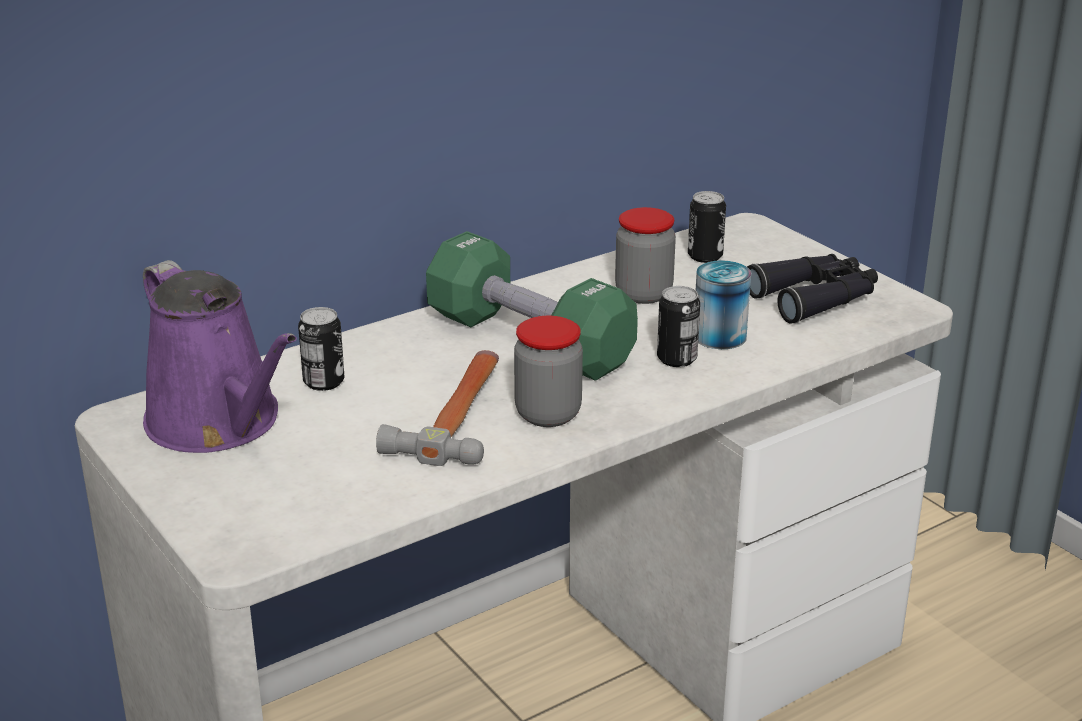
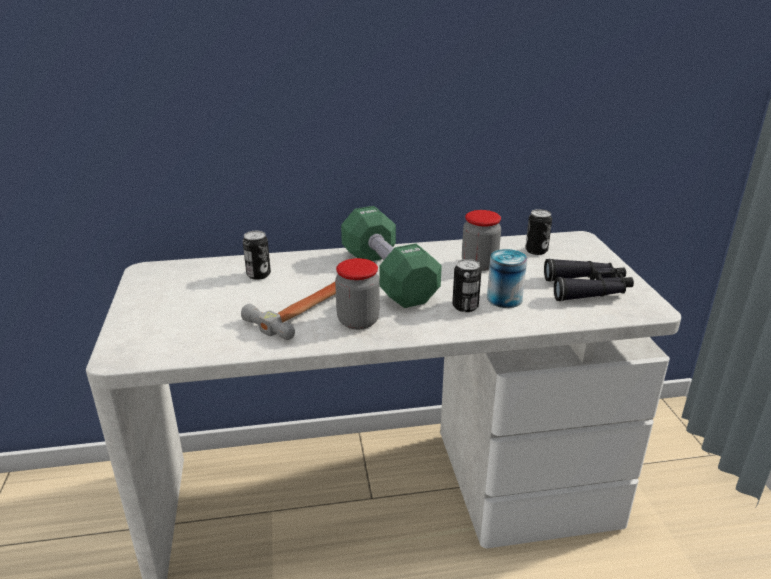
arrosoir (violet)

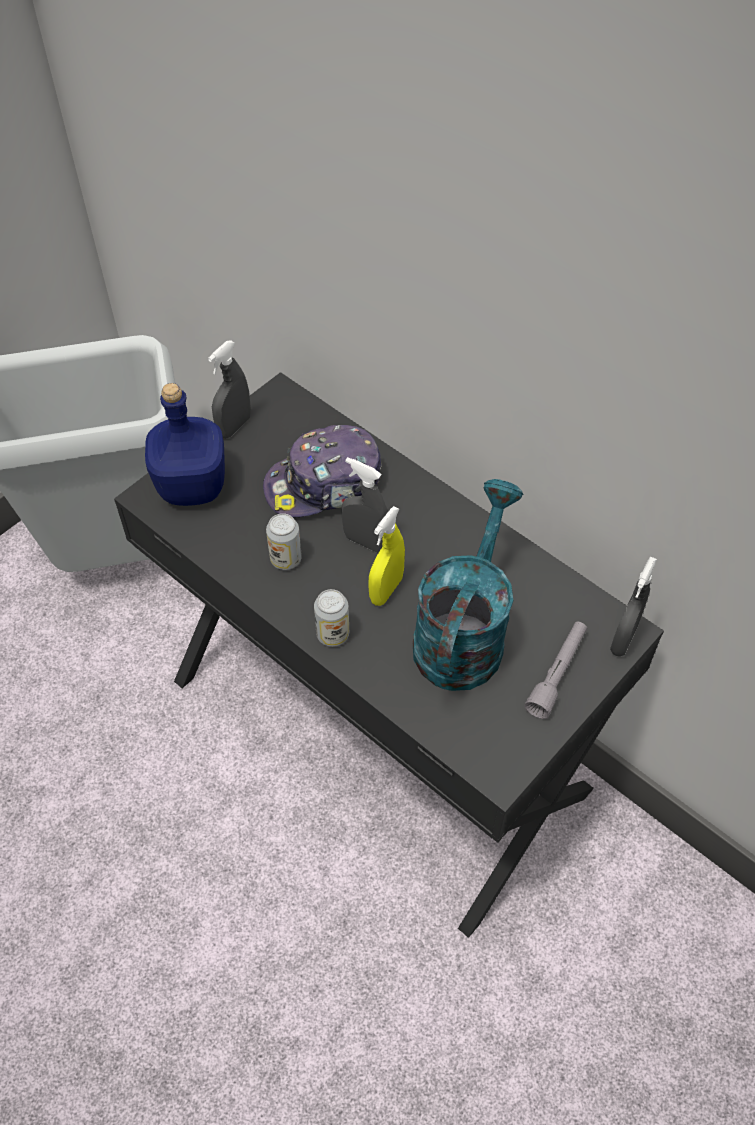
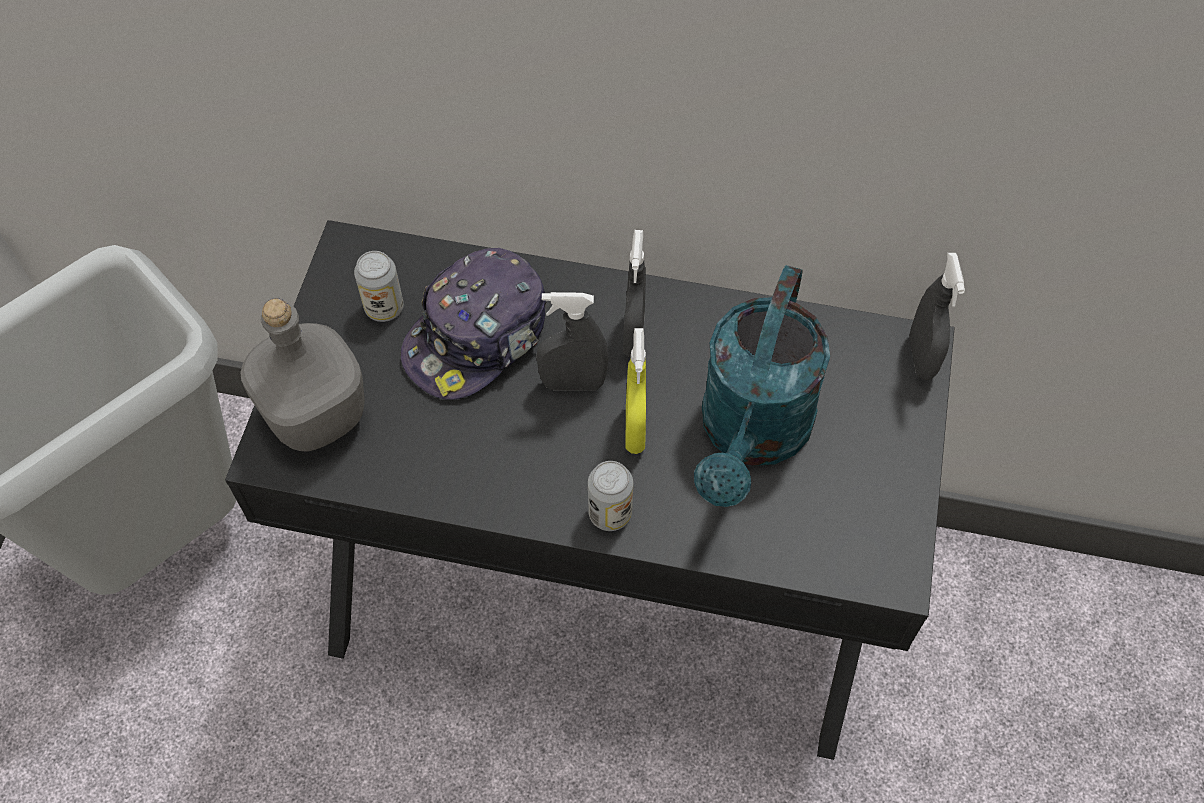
bouteille (gris); boîte métallique (1st from left); vaporisateur (gris) (2nd from left); arrosoir (turquoise); lampe de poche (gris)

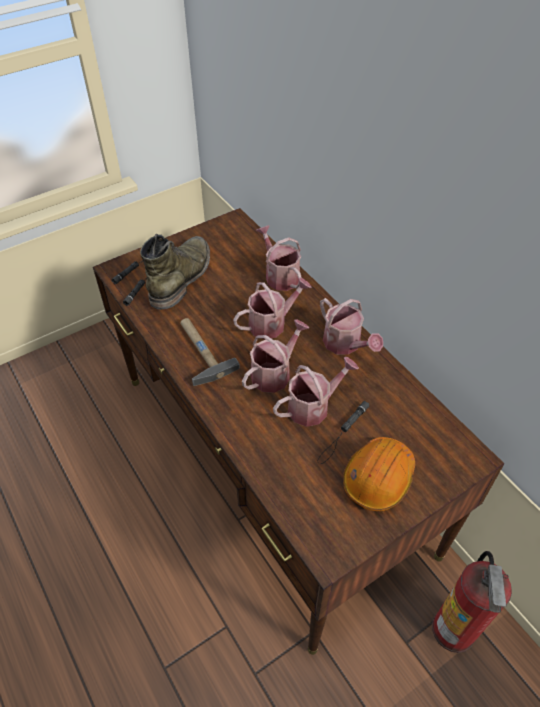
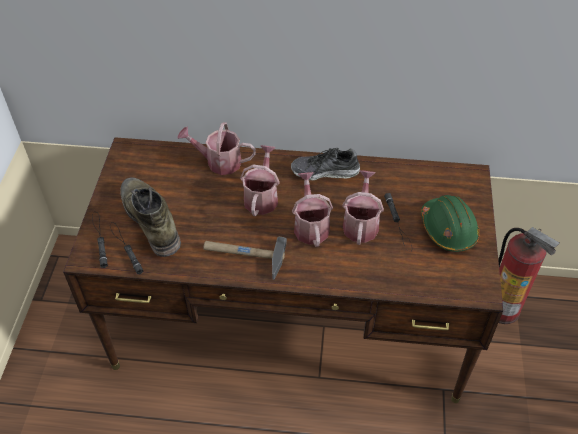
chaussure; casque de chantier (vert)

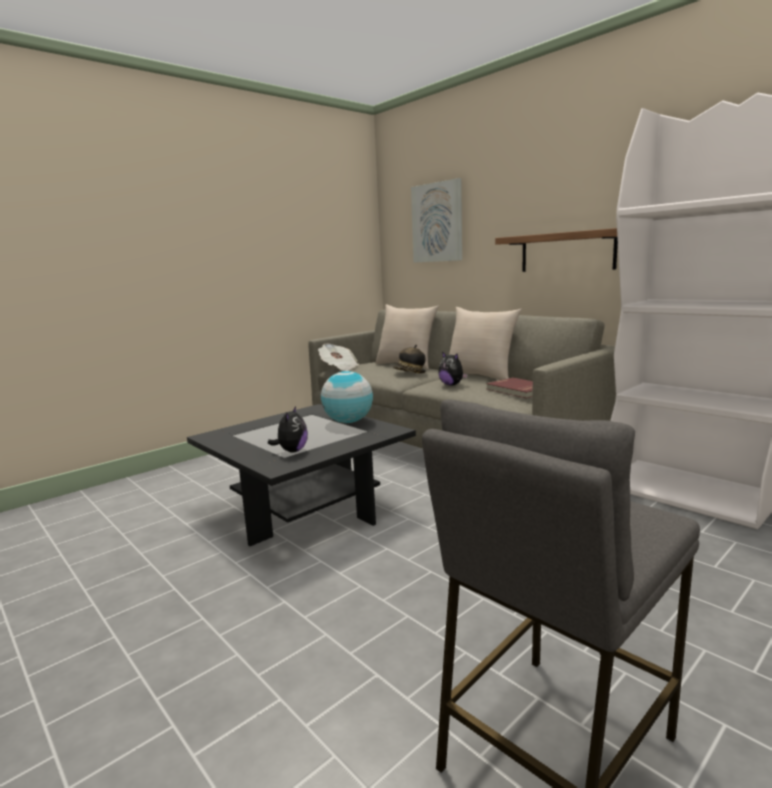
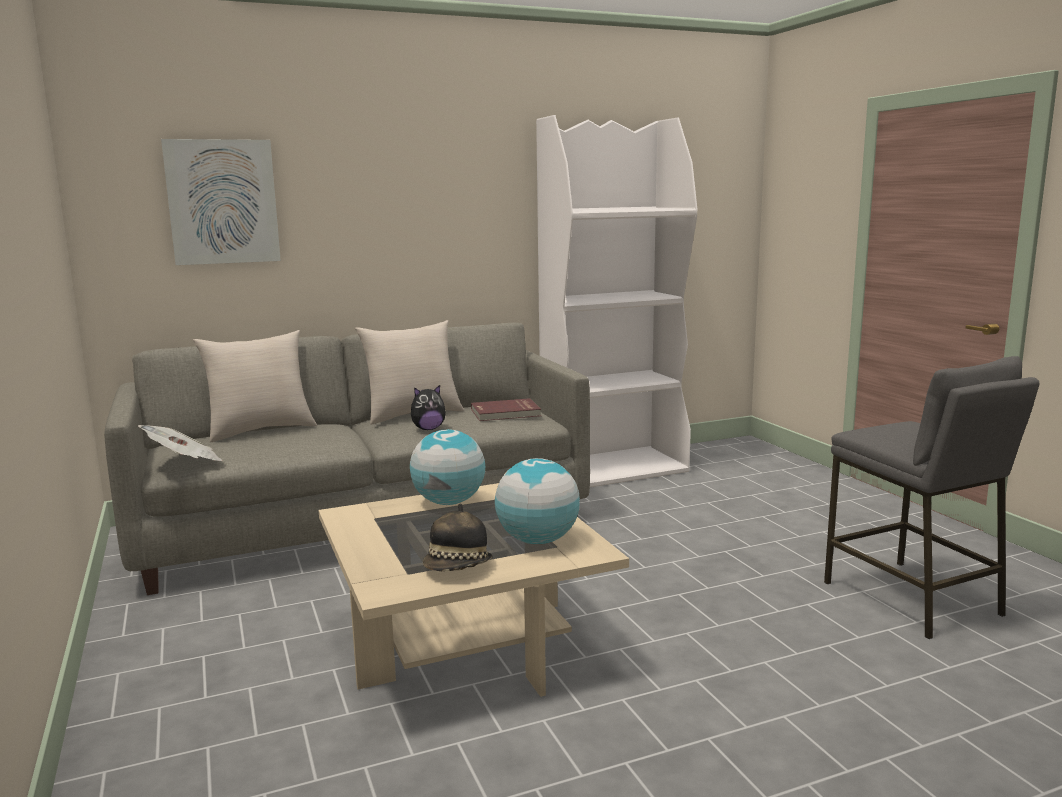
table basse (beige); chapeau; globe (2nd from left); étagère

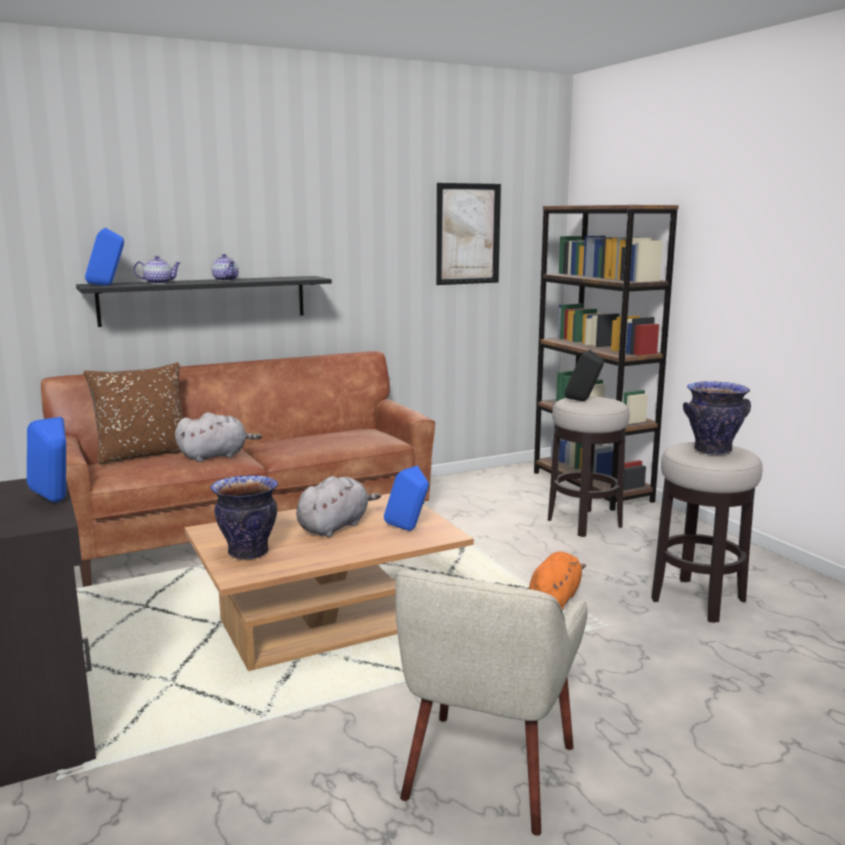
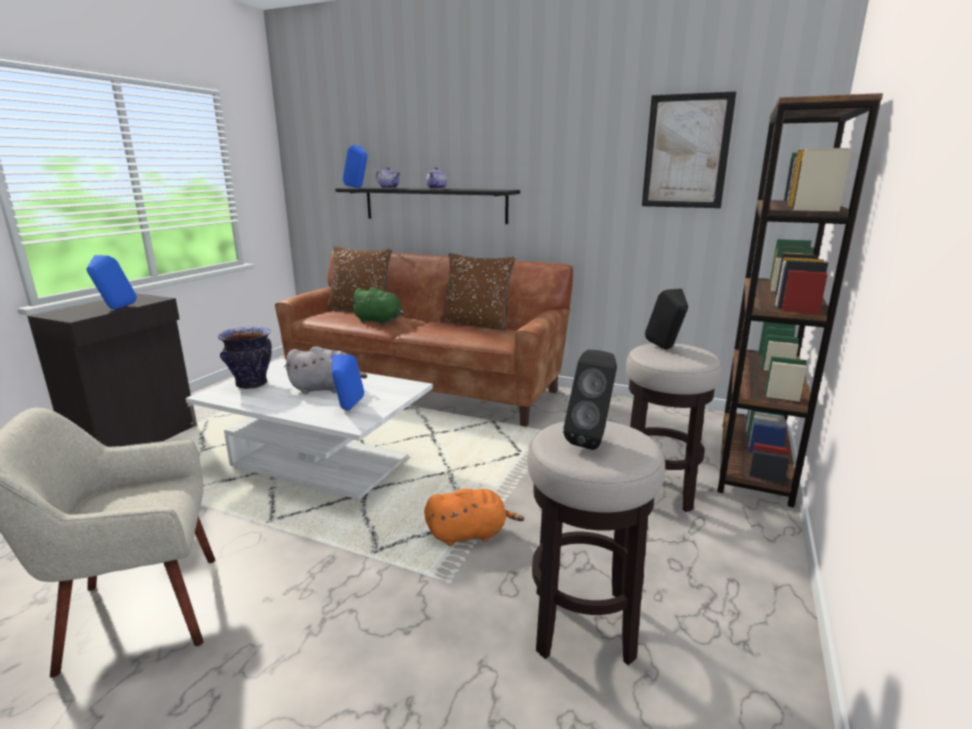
table basse (blanc); peluche (vert); coussin (marron) (2nd from left); enceinte (noir) (1st from left)

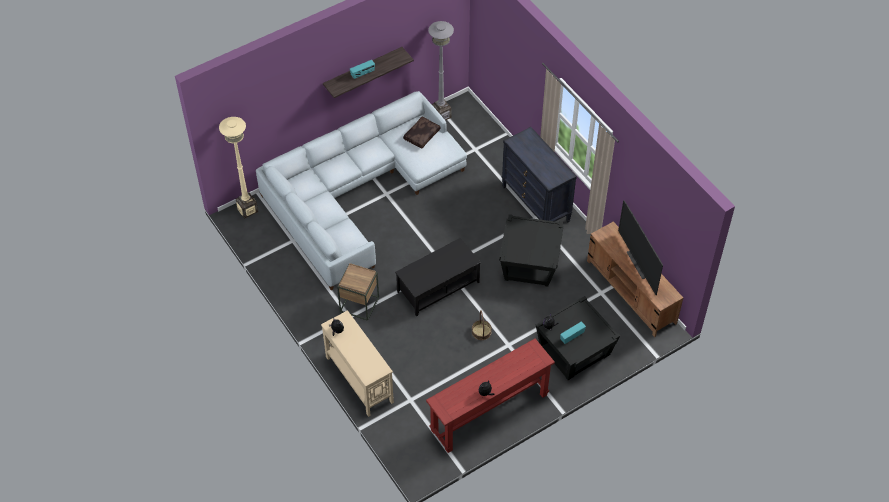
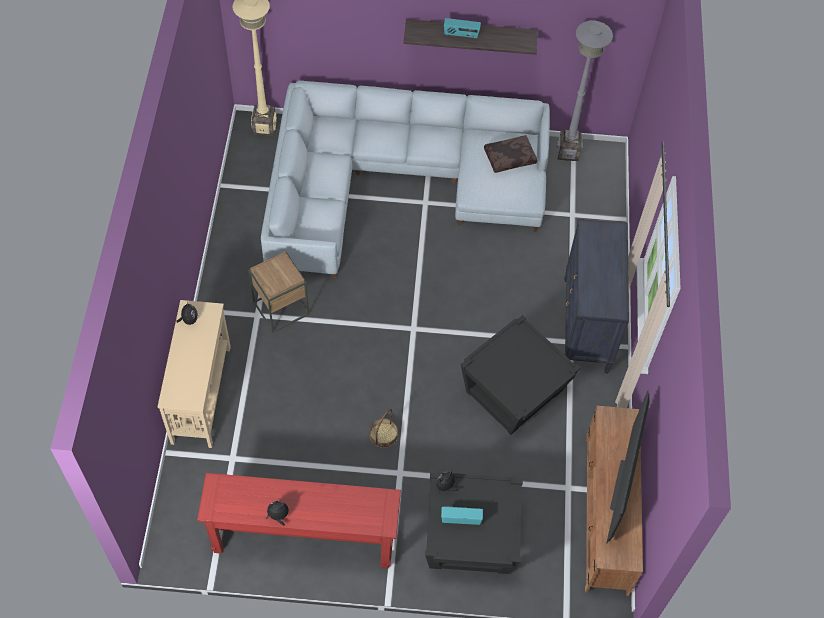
table basse (noir)

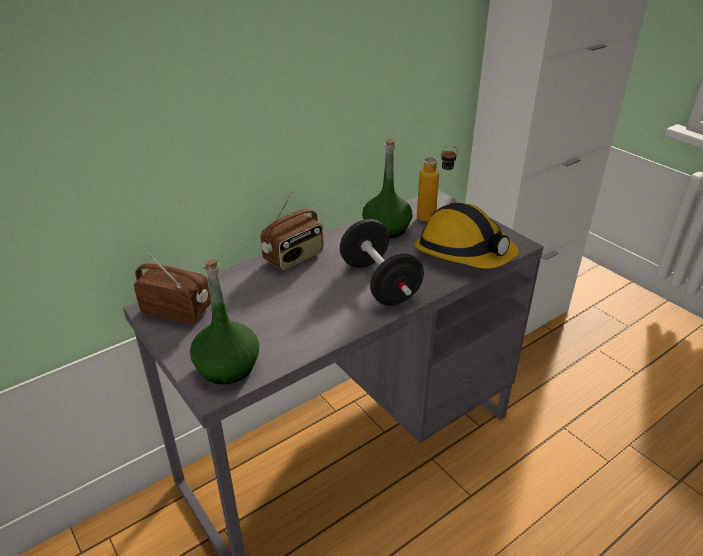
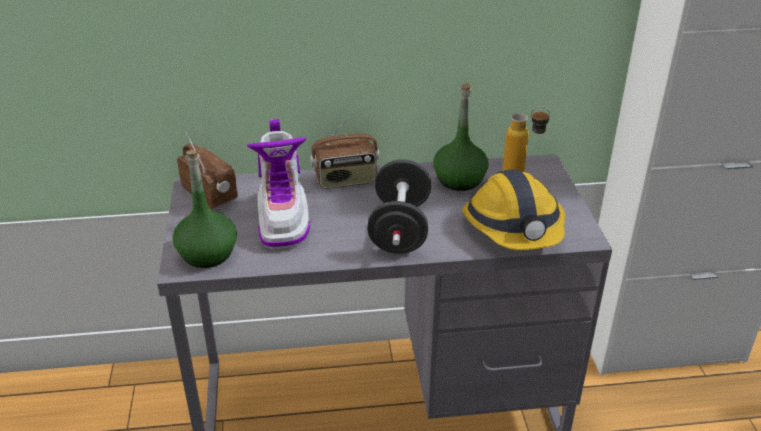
botte

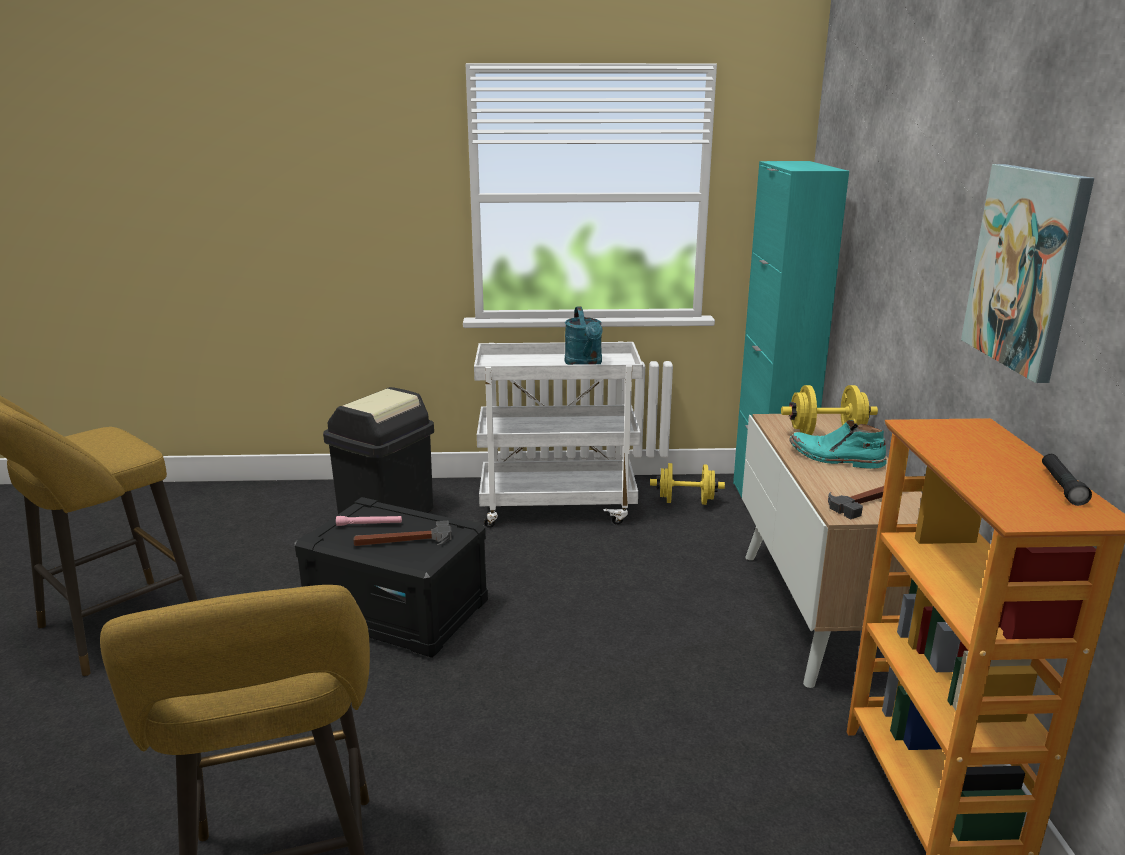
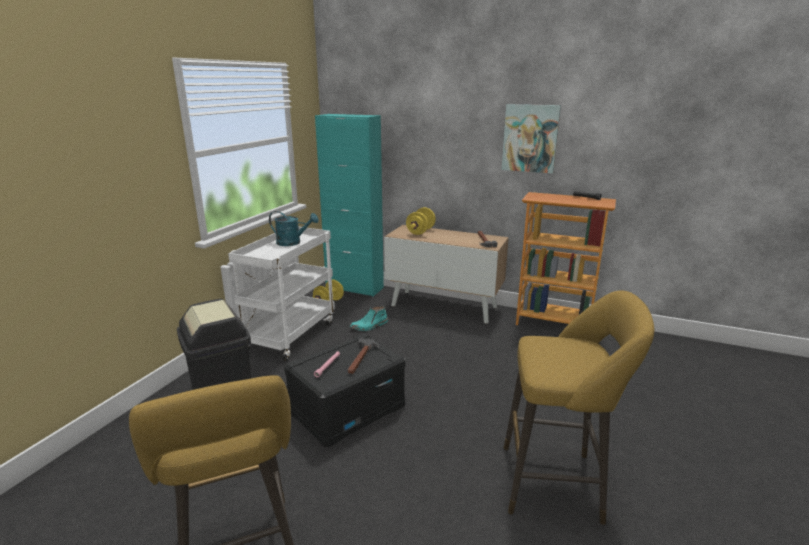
botte (turquoise)

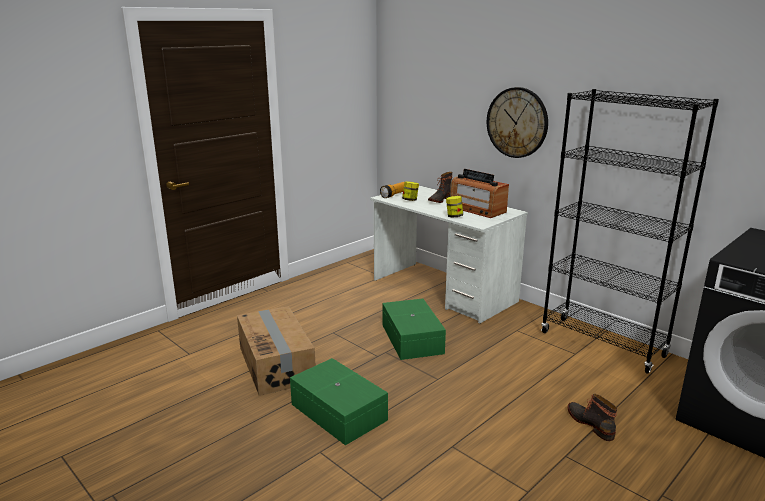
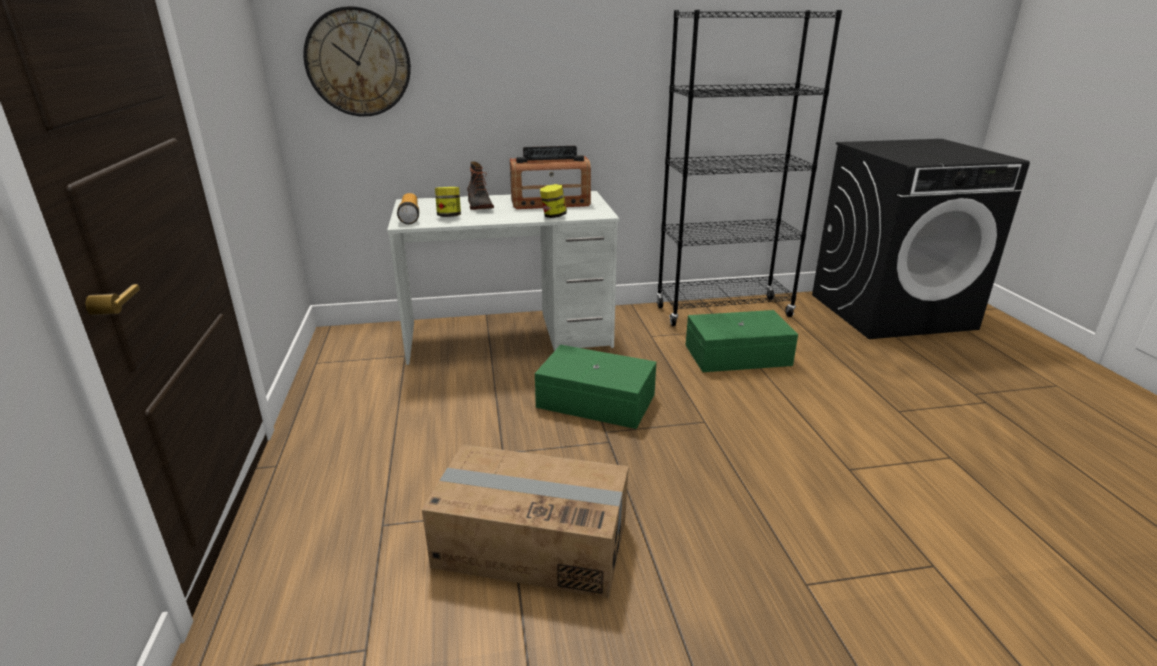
horloge murale; boîte de rangement (vert) (2nd from left); botte (2nd from left in the first image)

